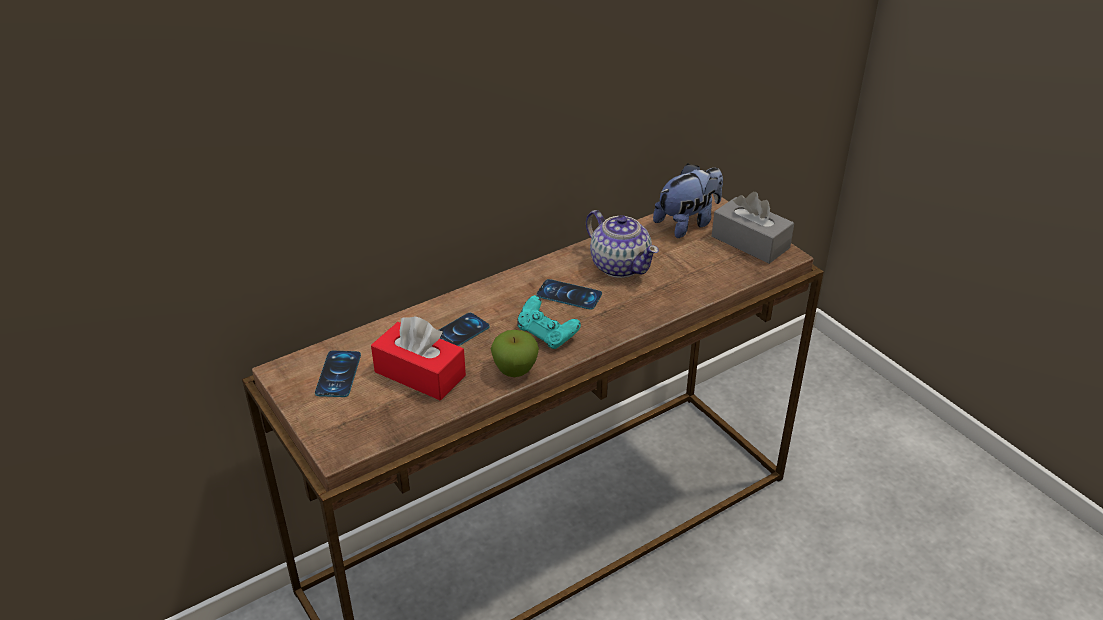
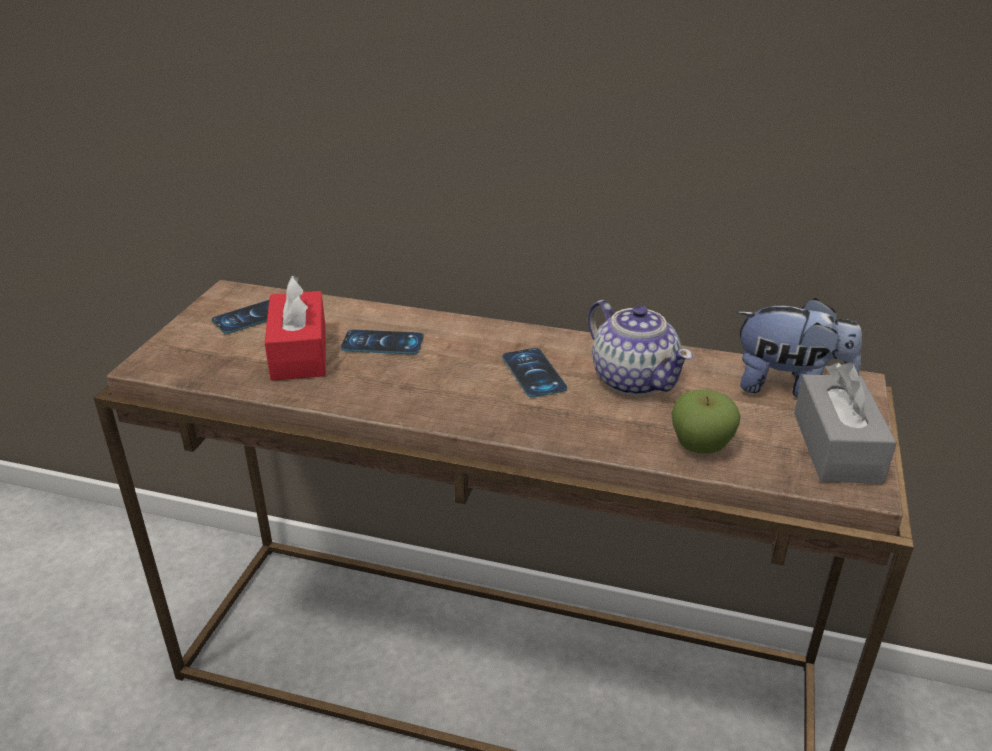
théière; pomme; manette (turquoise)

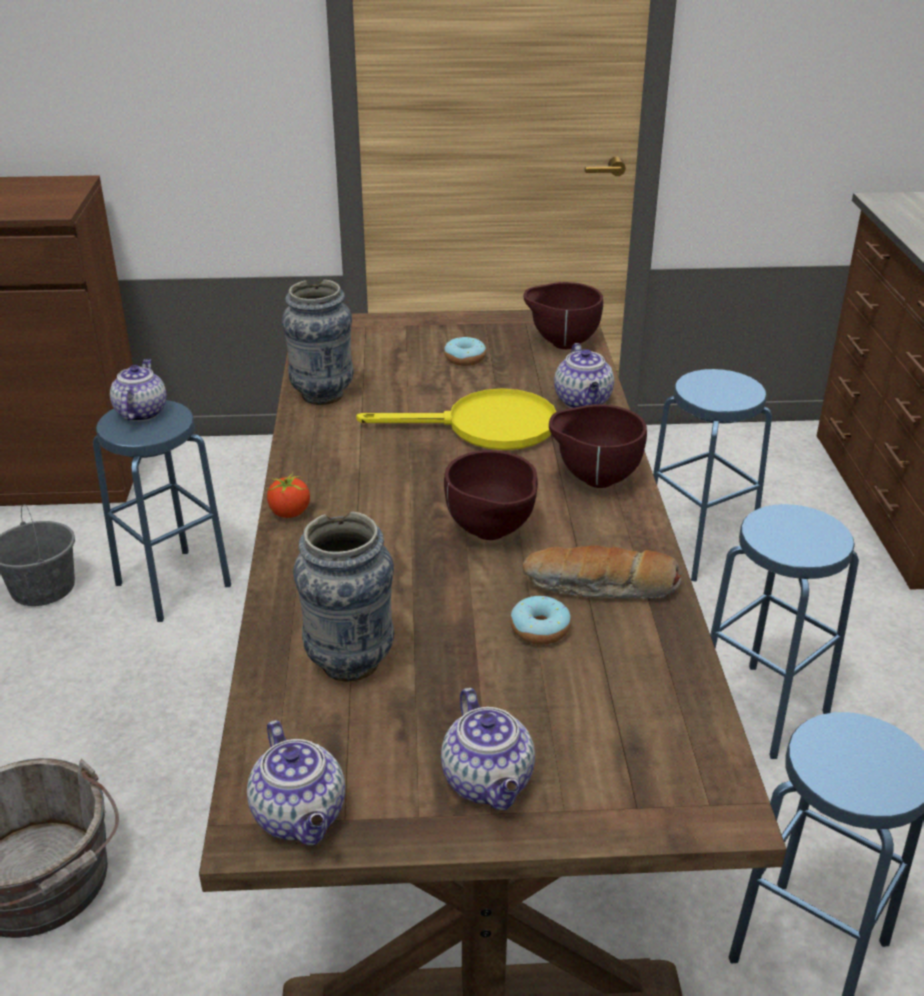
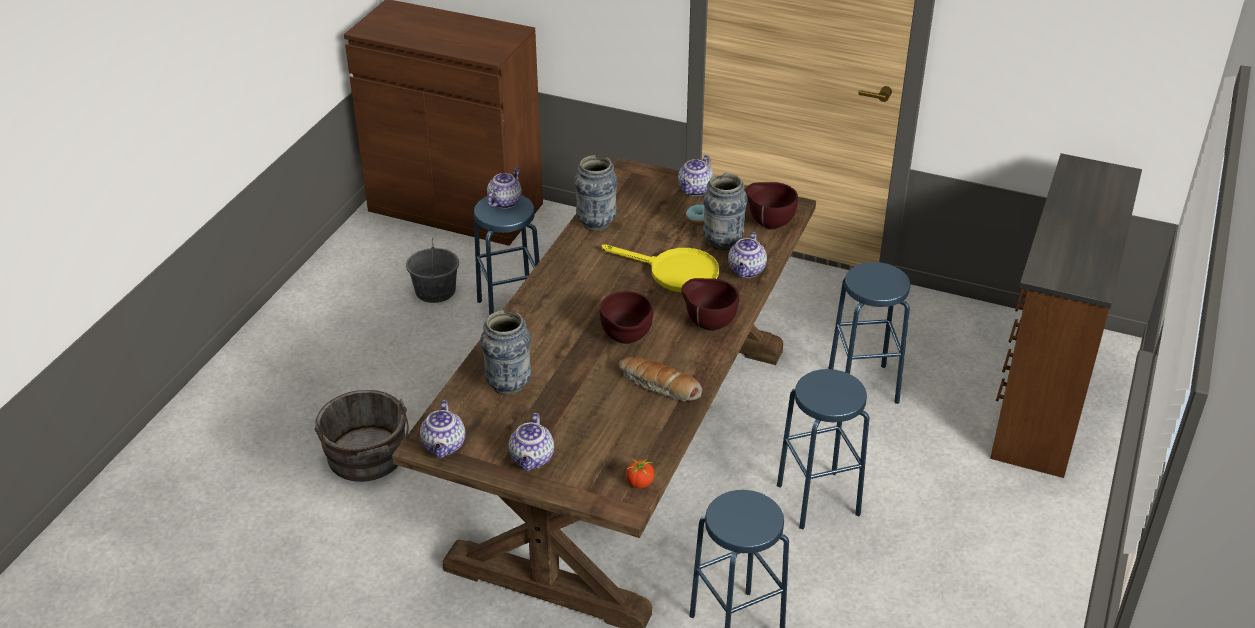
tomate; théière (4th from left); vase (3rd from left); beignet (2nd from left in the first image)

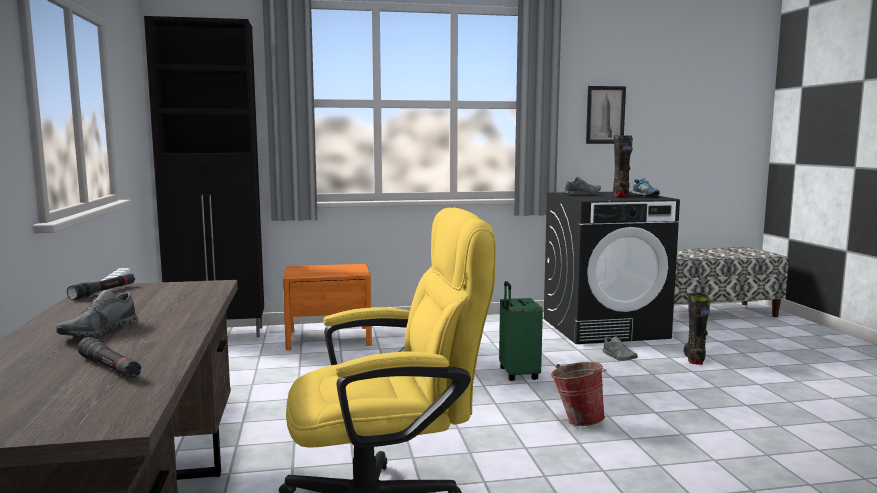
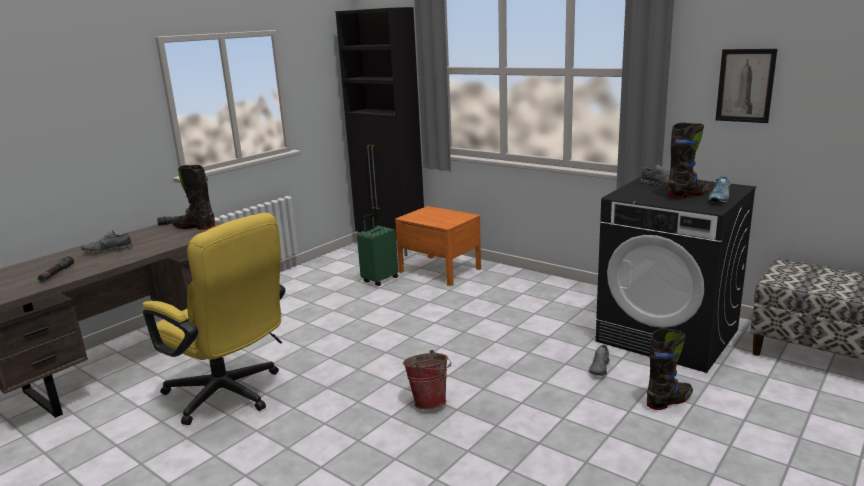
botte (noir) (1st from left); valise (vert)

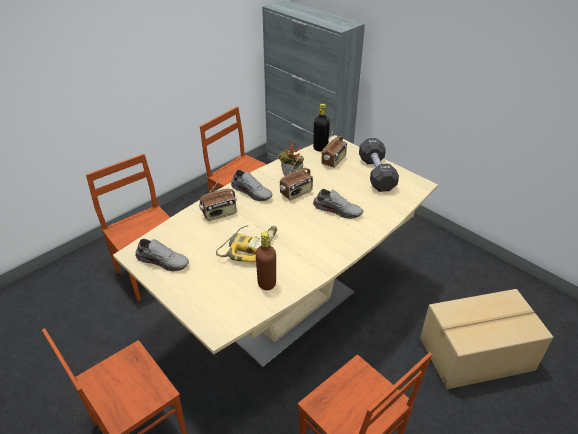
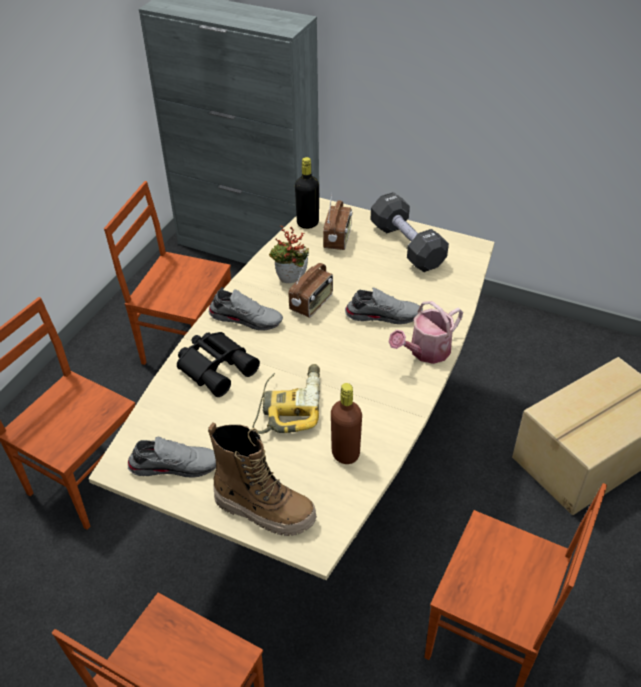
jumelles (noir); botte; arrosoir

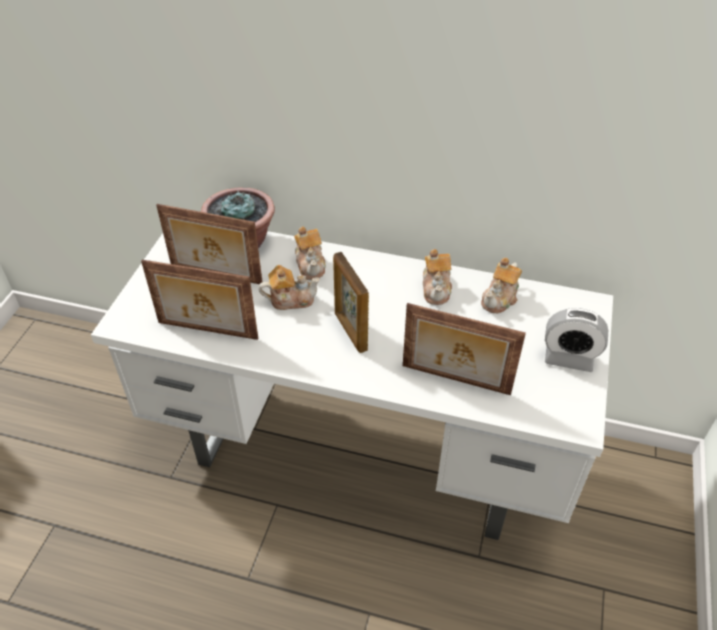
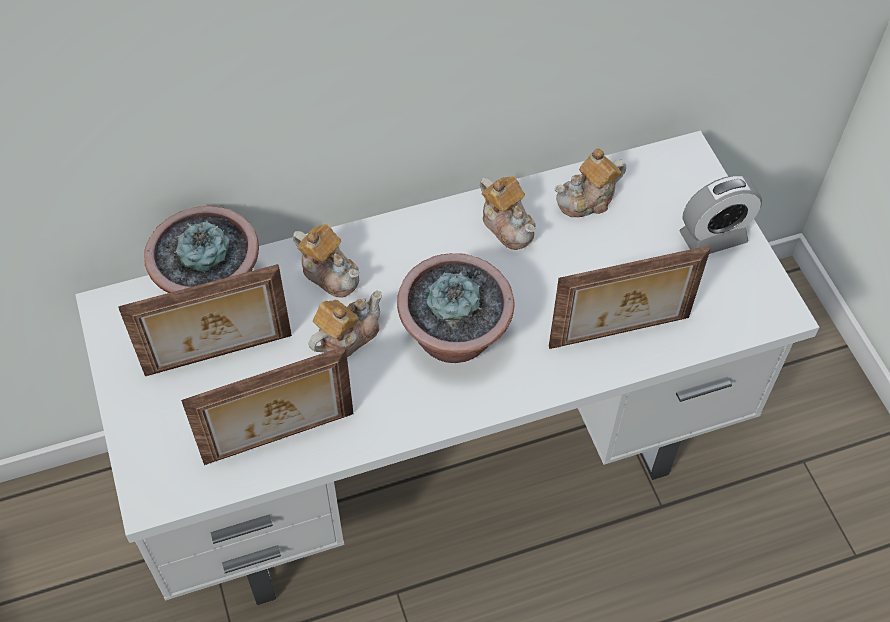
plante en pot (2nd from left); théière (4th from left)

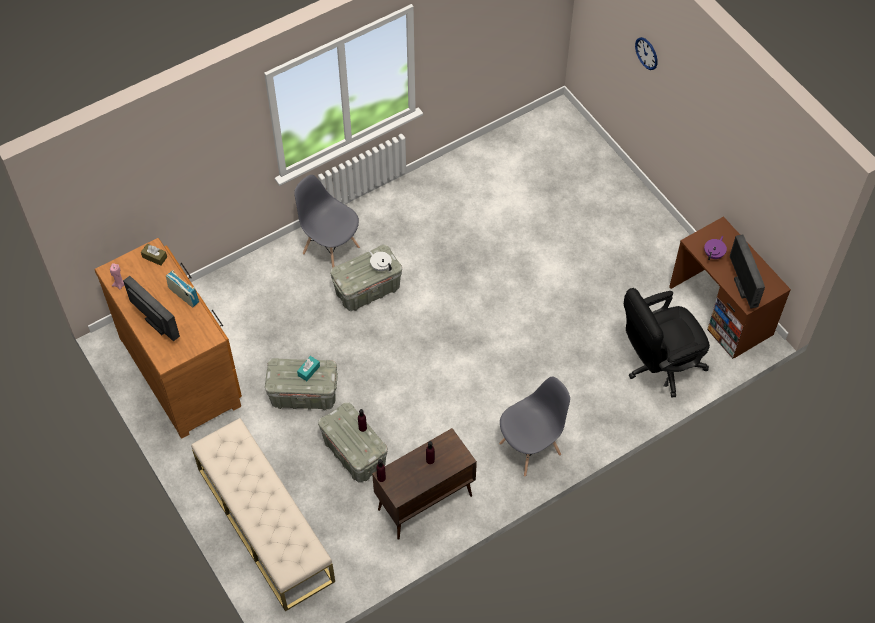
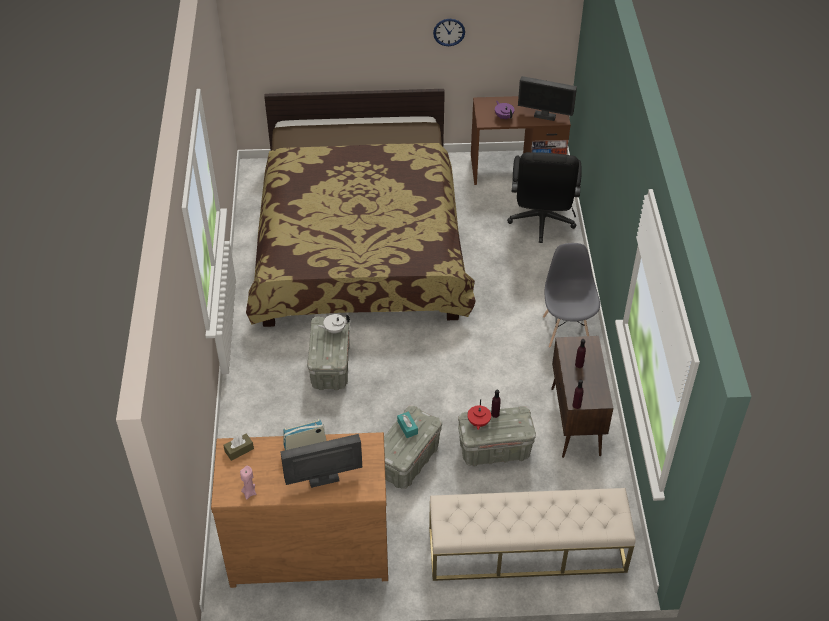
lit; horloge murale; théière (rouge); chaise (gris) (1st from left in the first image)

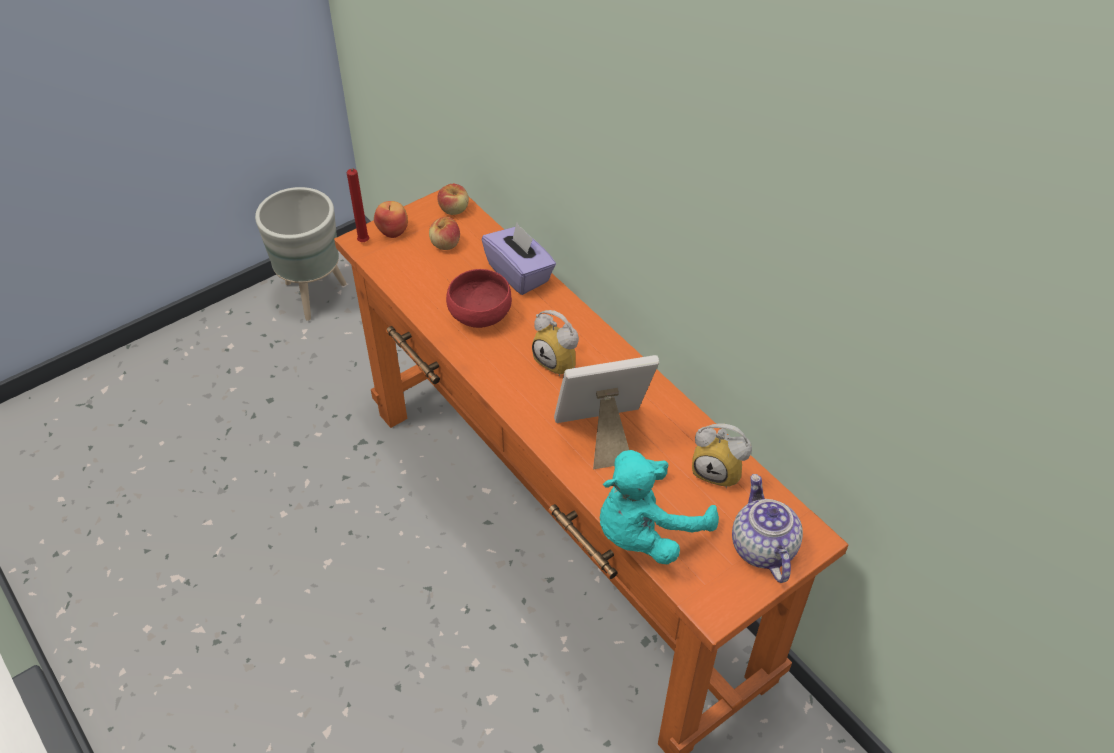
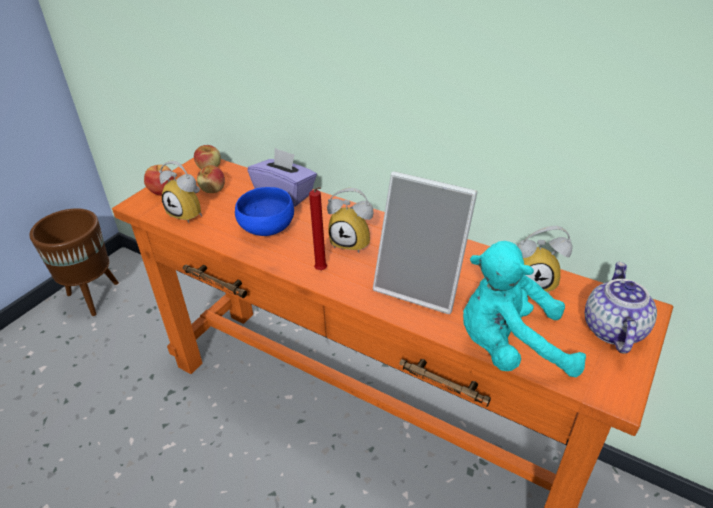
cache-pot (marron); réveil (1st from left); bol (bleu); bougie (rouge); cadre photo; peluche (turquoise); théière

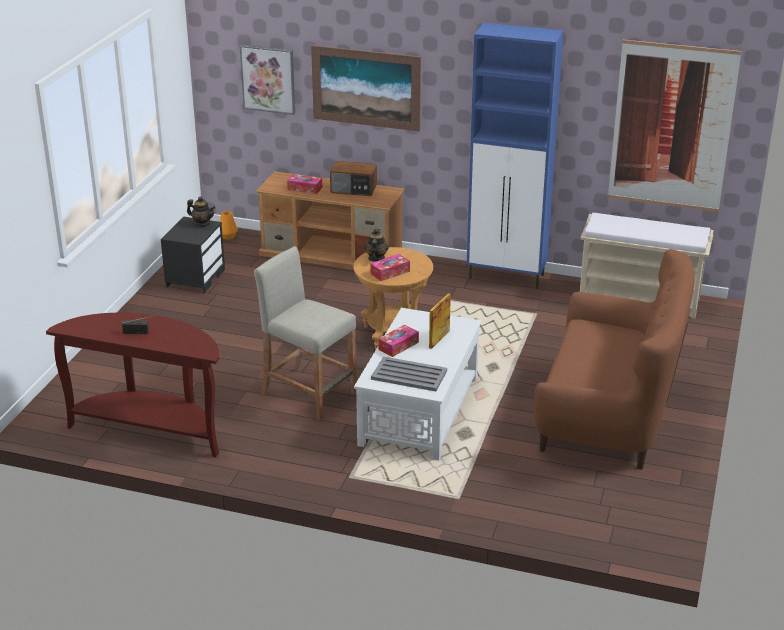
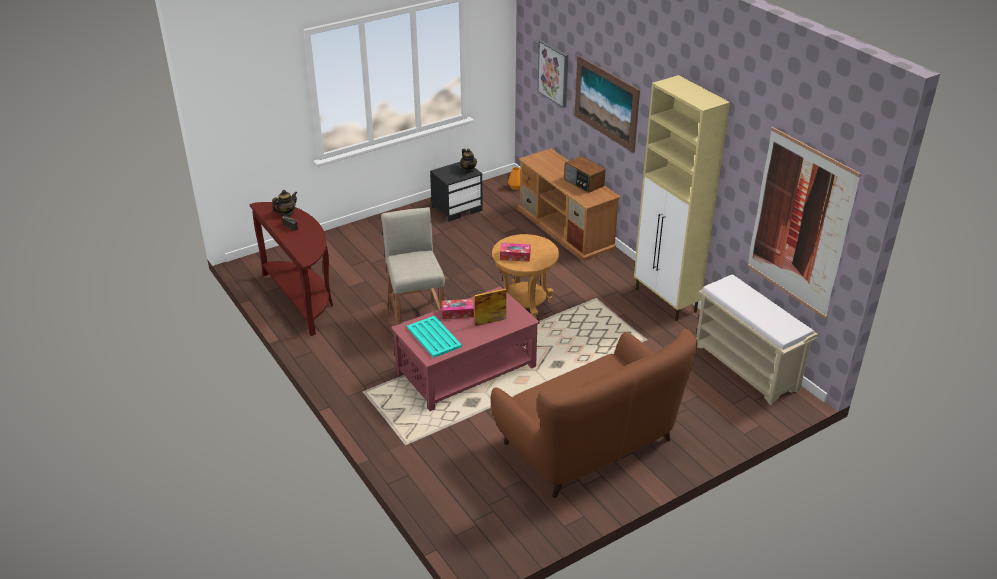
théière (1st from left); table basse (rouge); plateau (turquoise); meuble de rangement (beige); boîte à mouchoirs (1st from left in the first image)

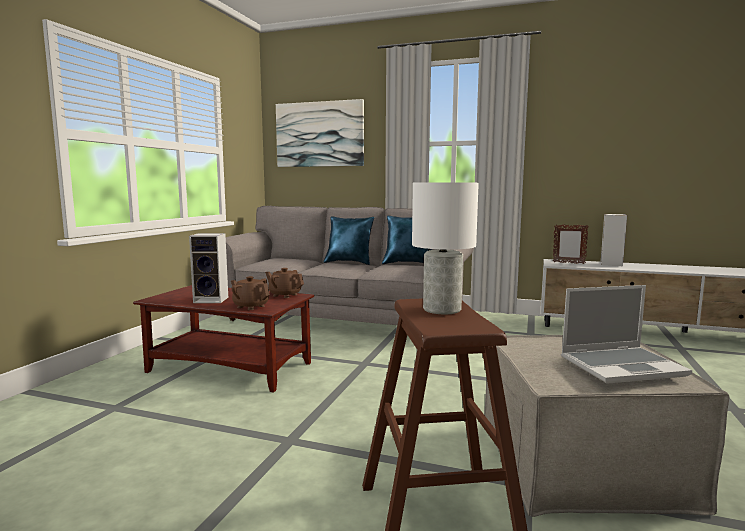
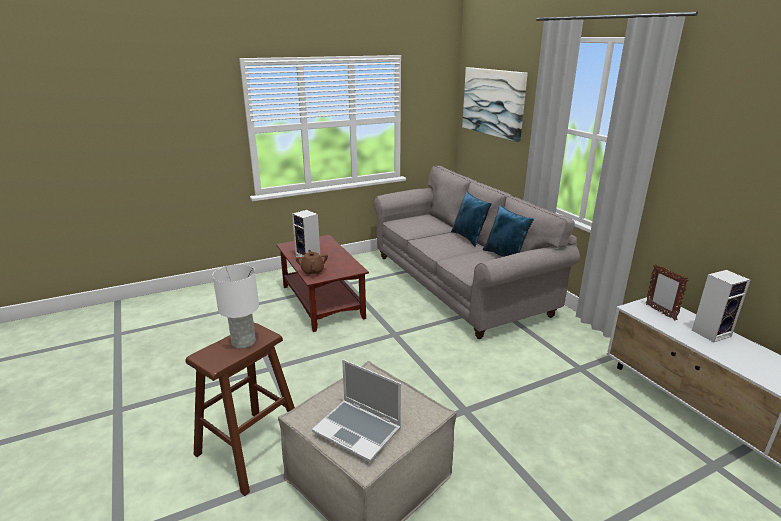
théière (marron) (2nd from left in the first image)

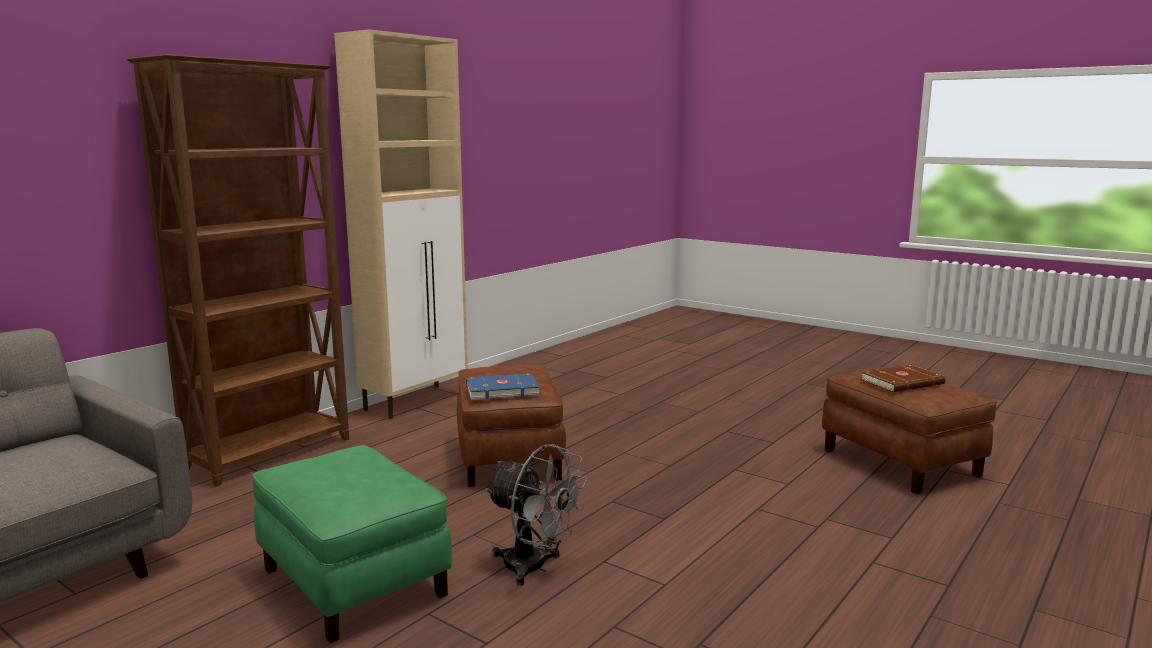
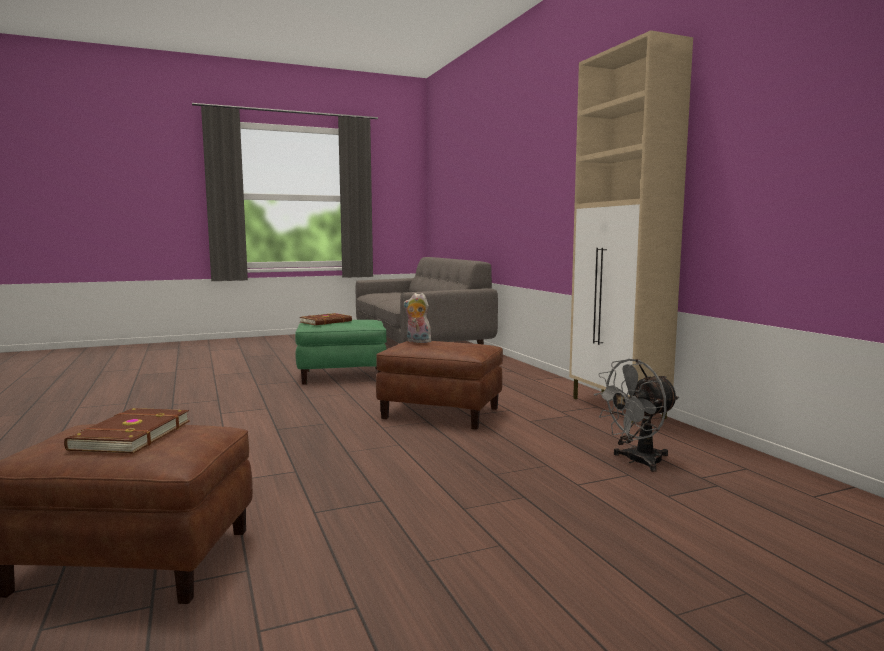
livre (marron) (2nd from left); peluche; ventilateur (gris); bibliothèque (marron)

